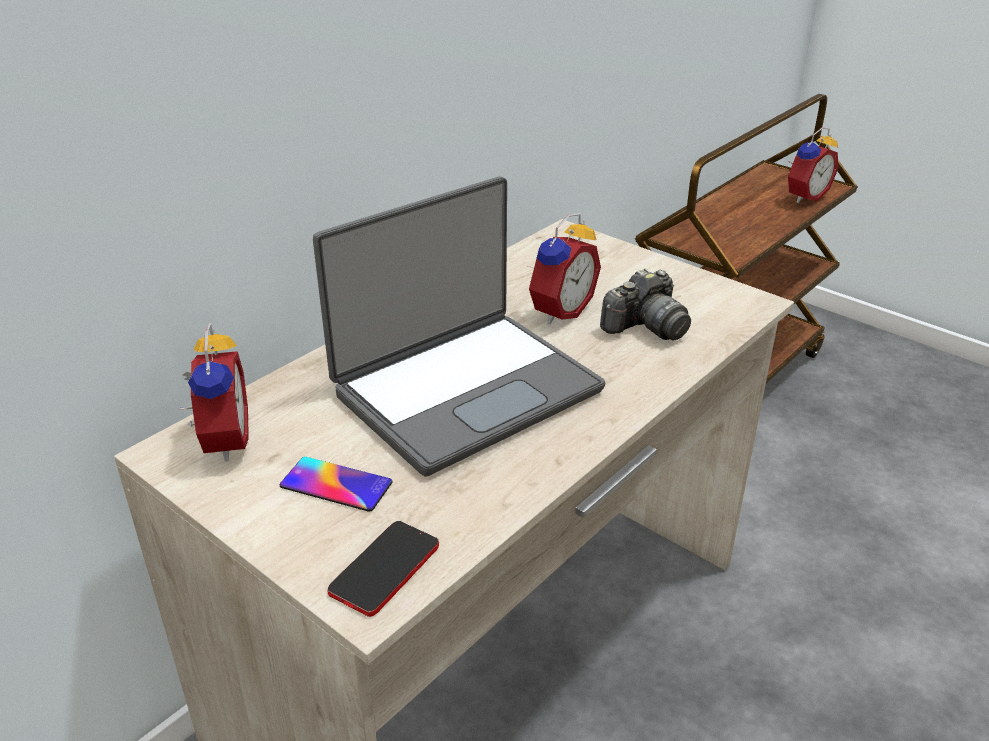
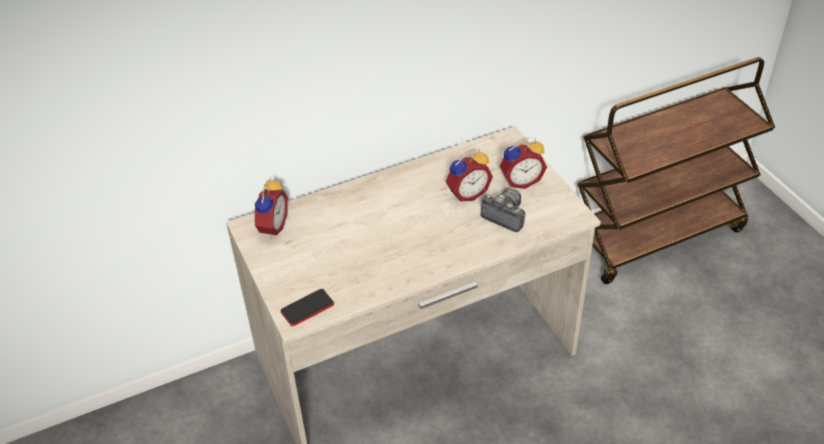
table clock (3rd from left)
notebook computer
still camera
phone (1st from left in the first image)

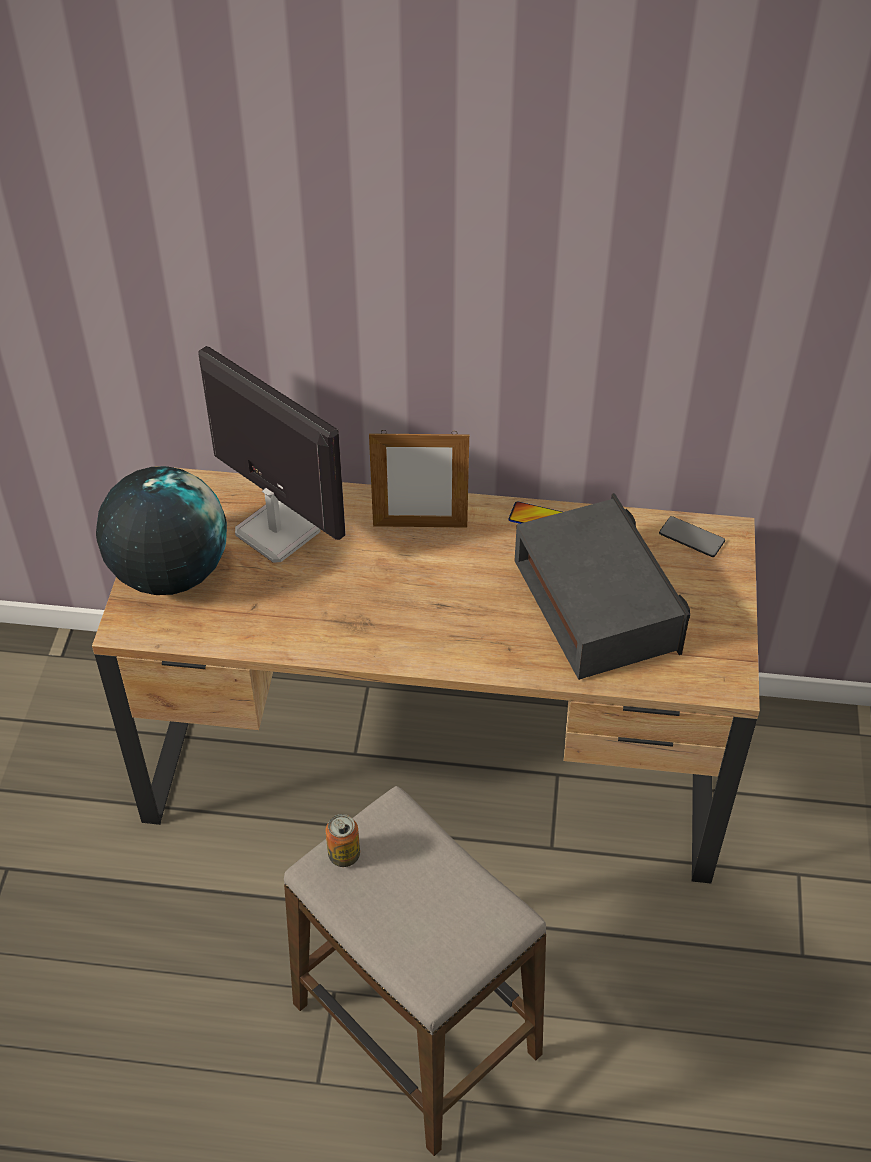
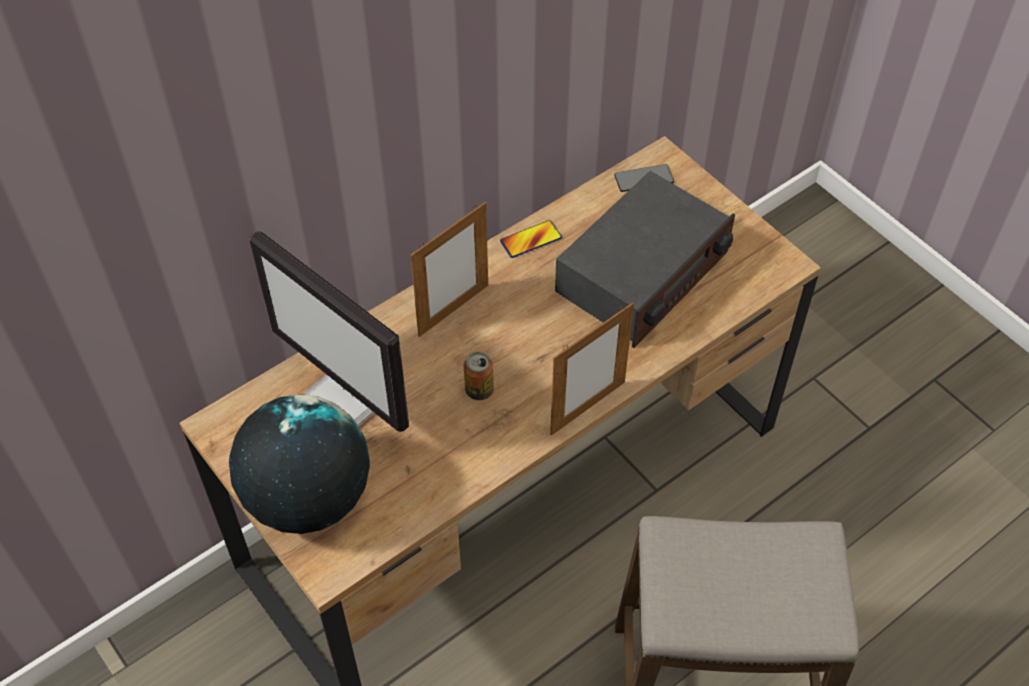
computer screen
radio set
metal can
photo frame (2nd from left)

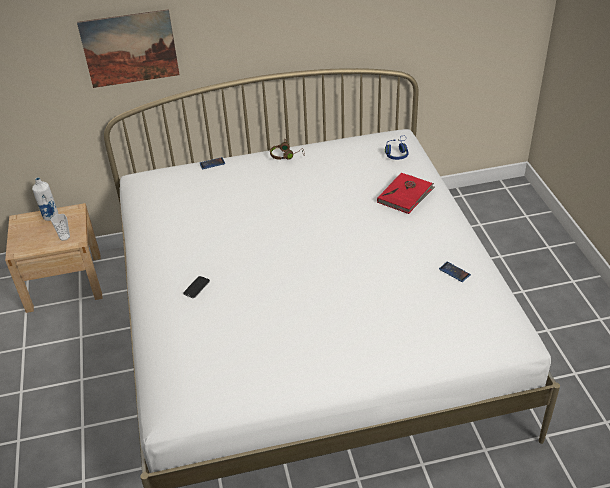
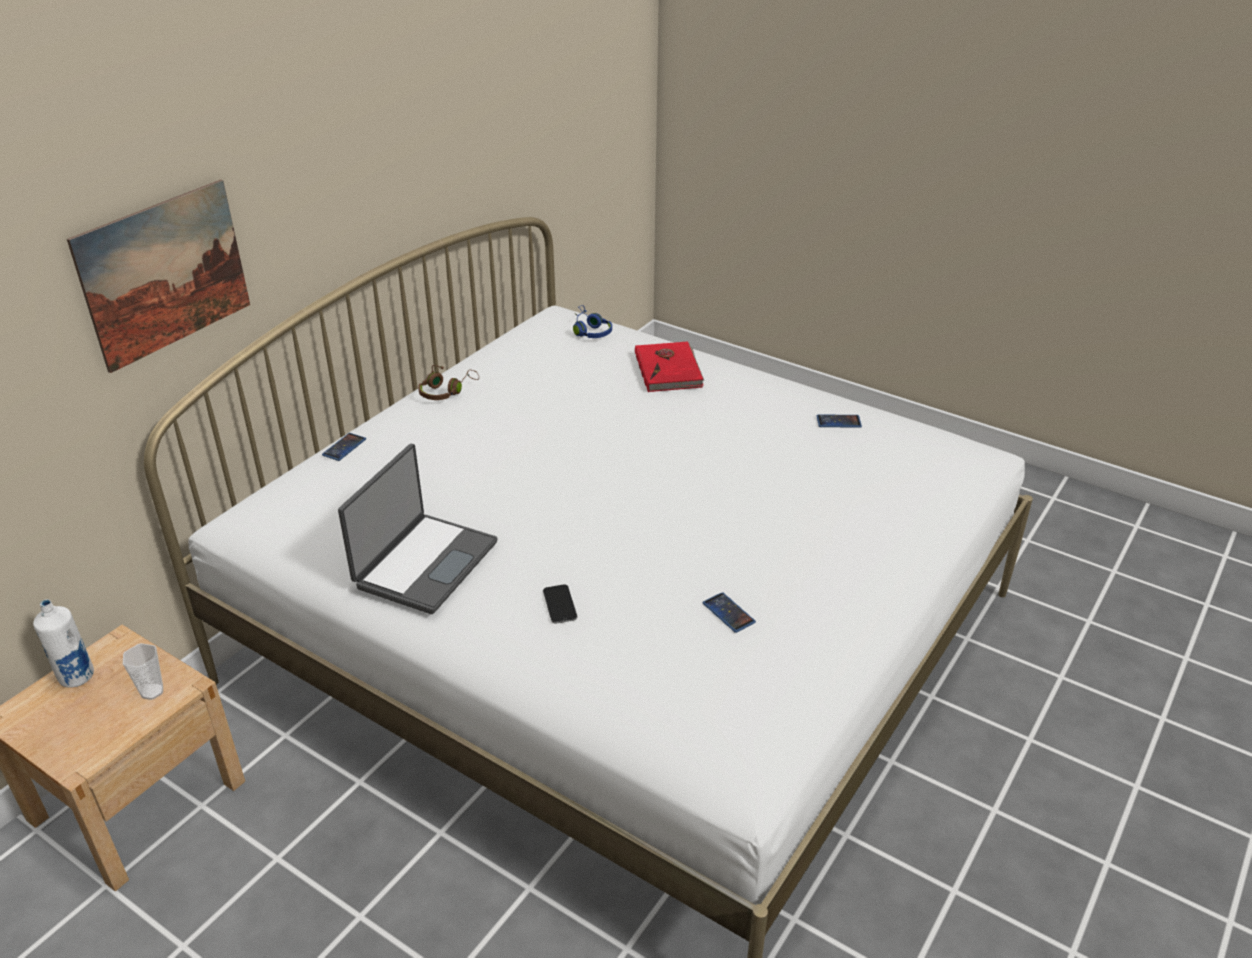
notebook computer
phone (3rd from left)

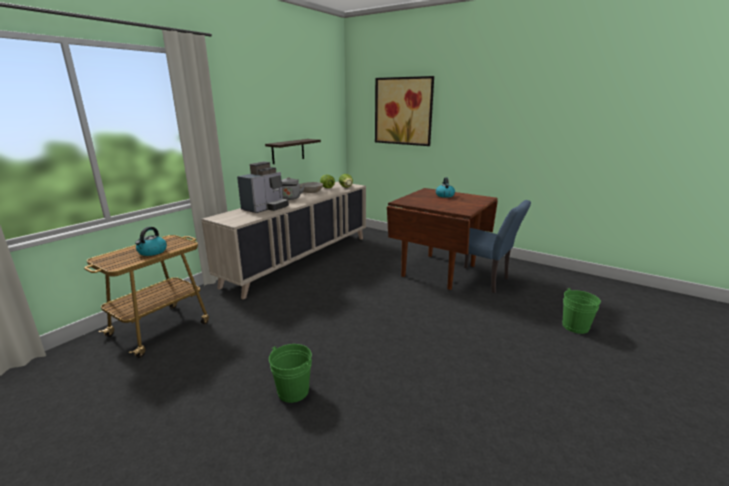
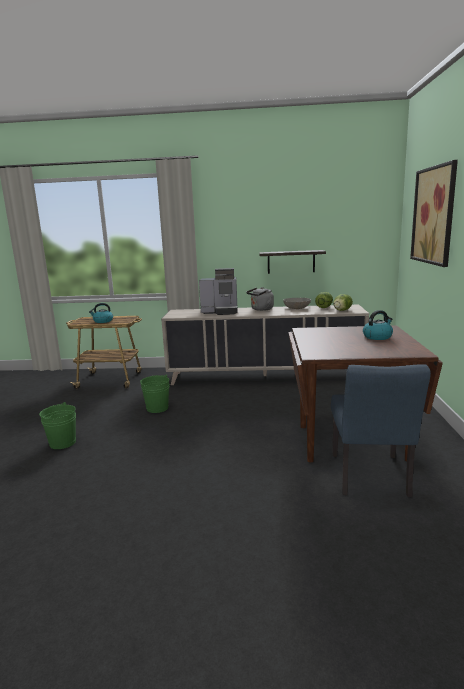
bucket (greenish) (2nd from left)

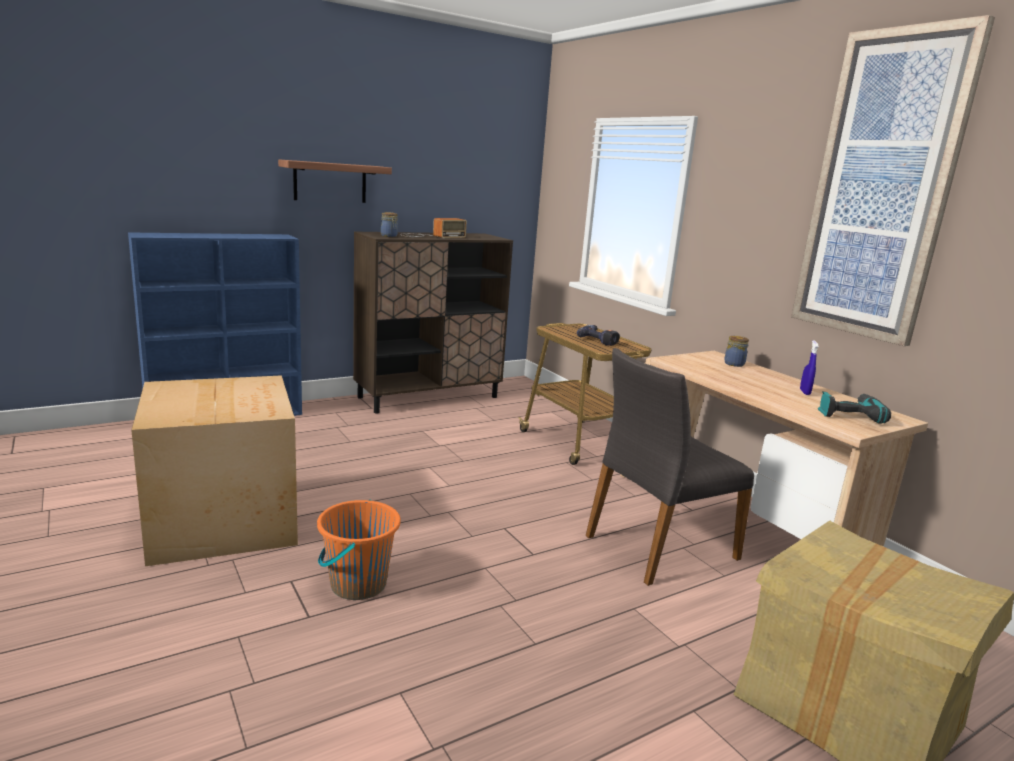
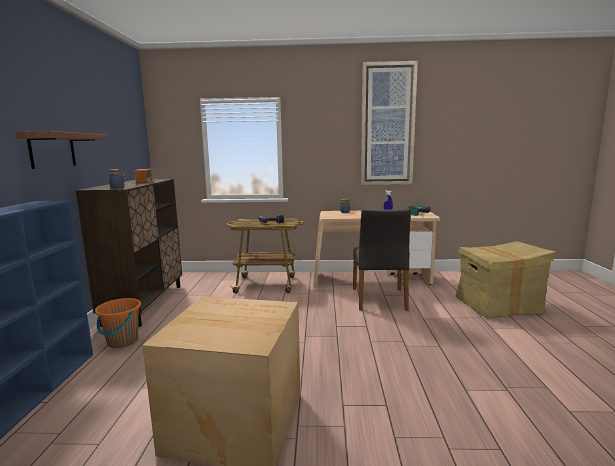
bucket (orange-coloured)

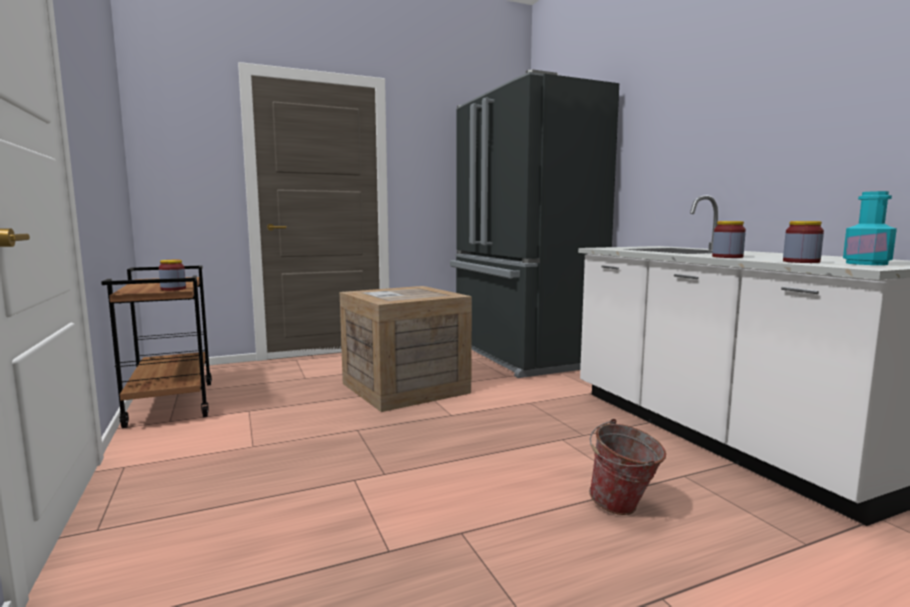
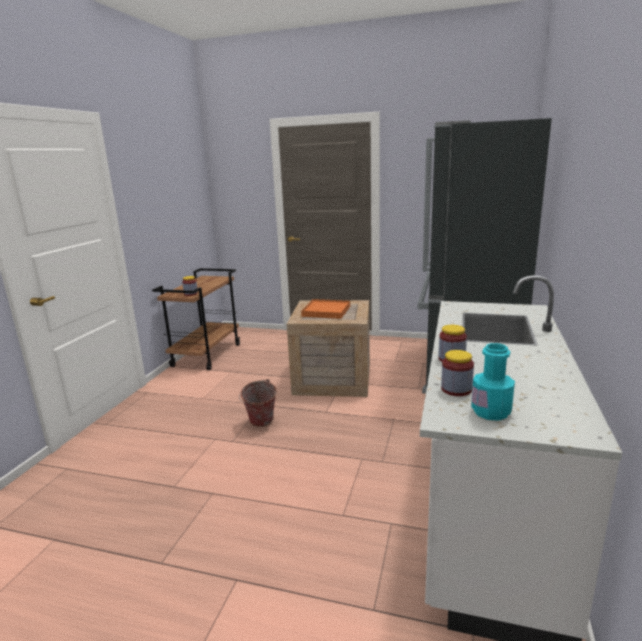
bucket
serving tray (orange-coloured)

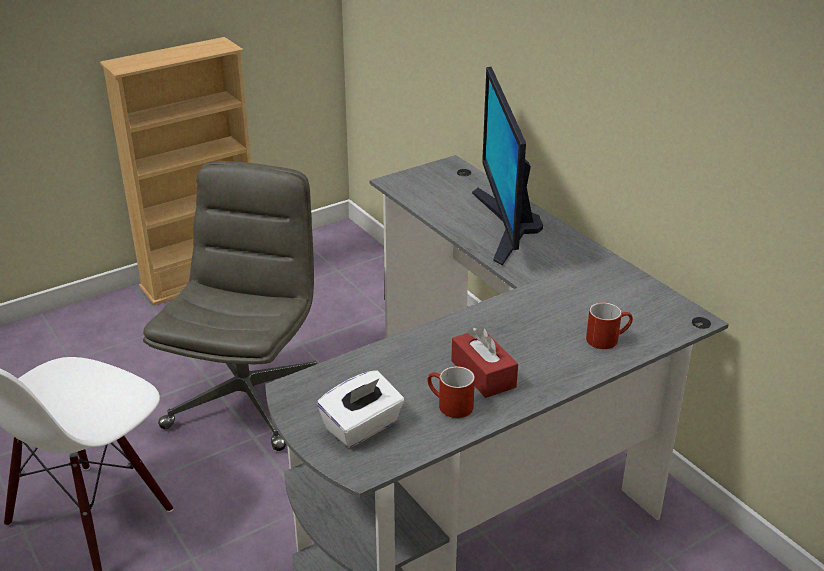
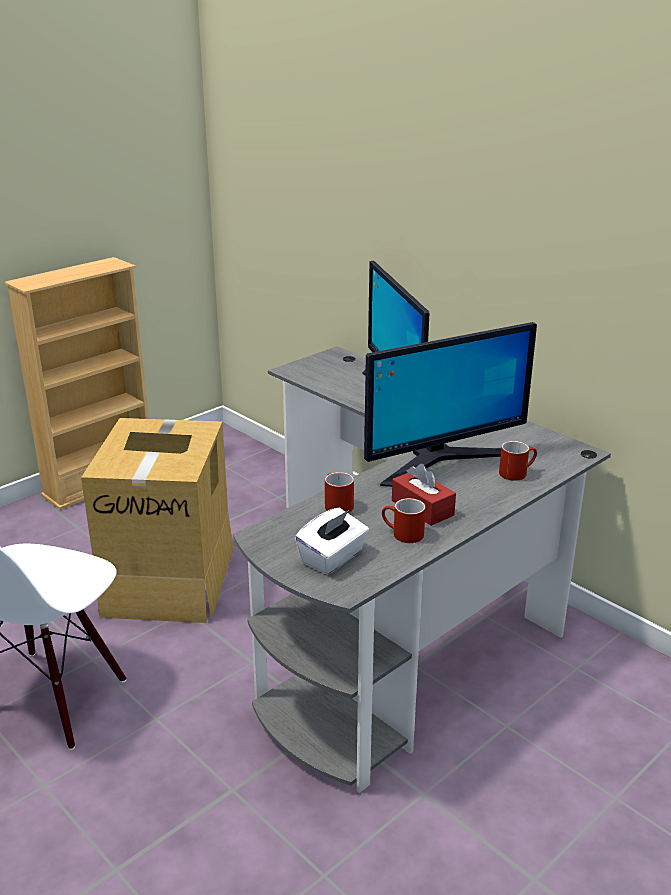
carton
computer screen (2nd from left)
mug (reddish) (1st from left)

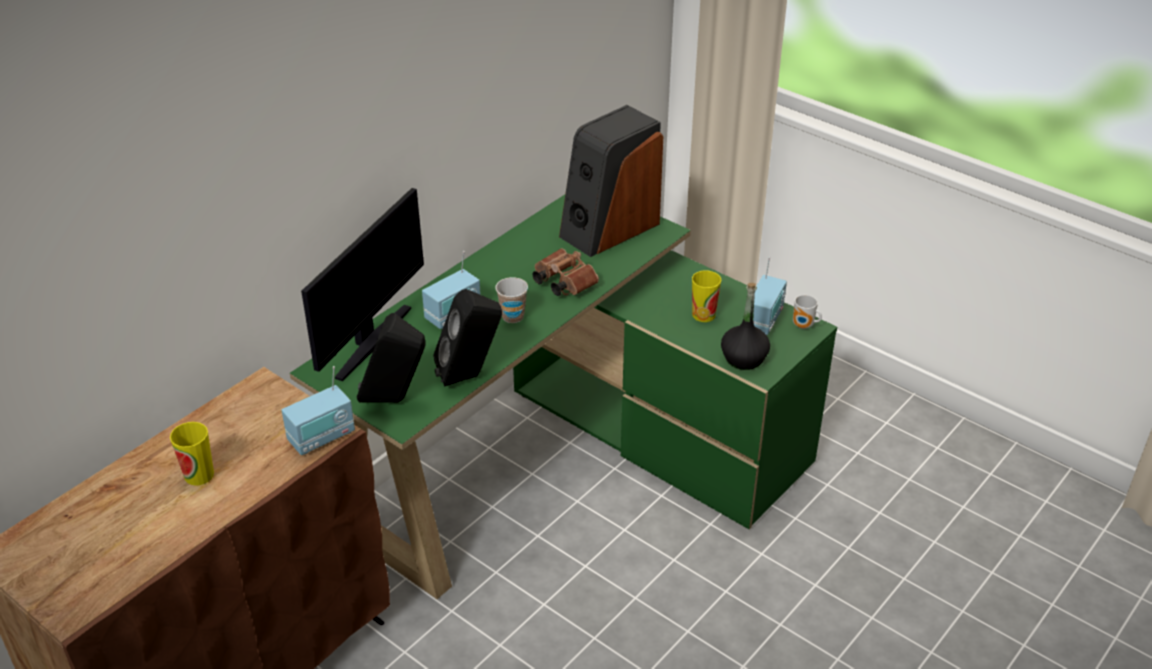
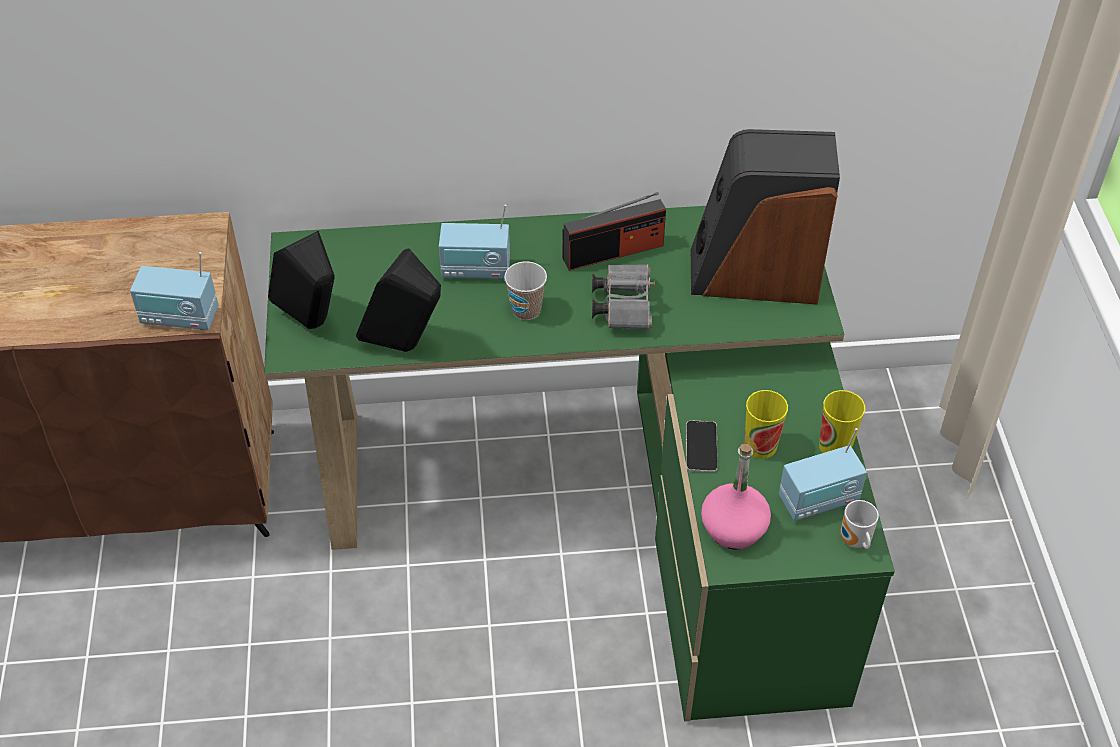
computer screen
field glasses (gray)
bottle (pink)
cup (3rd from left)
radio set (3rd from left)
phone

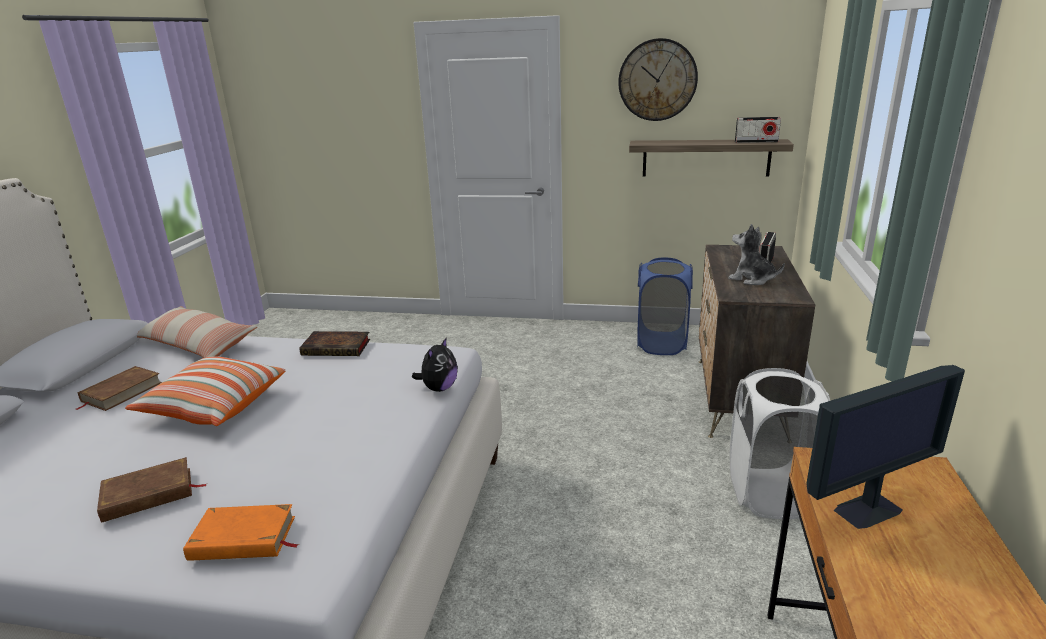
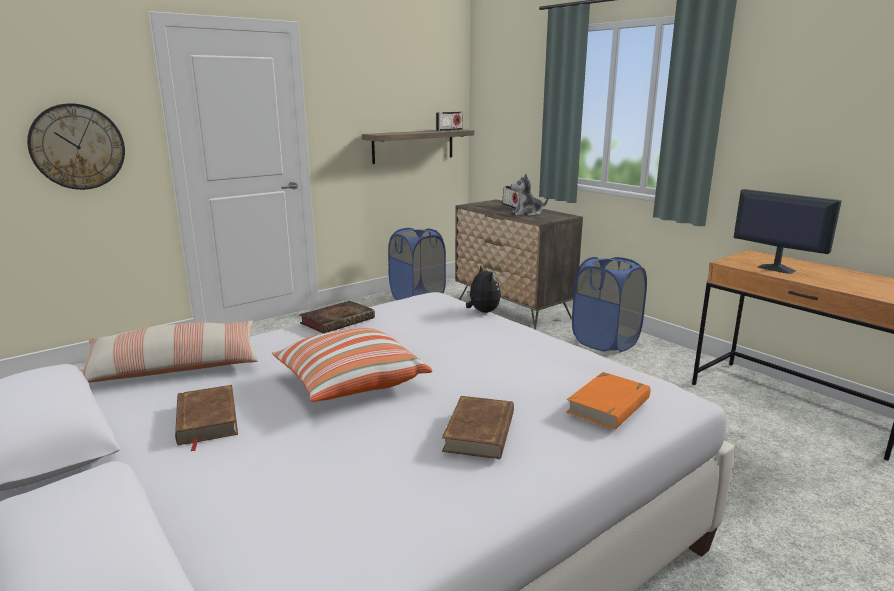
hanging clock
computer screen
washing basket (blue-coloured) (2nd from left)

